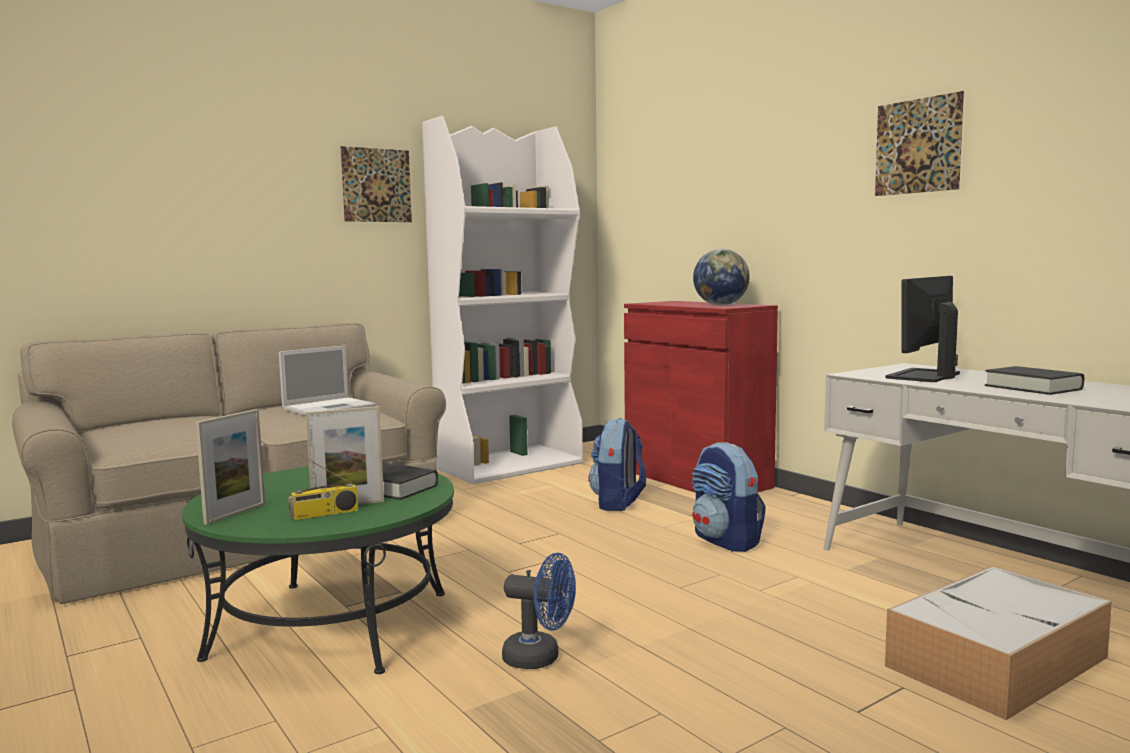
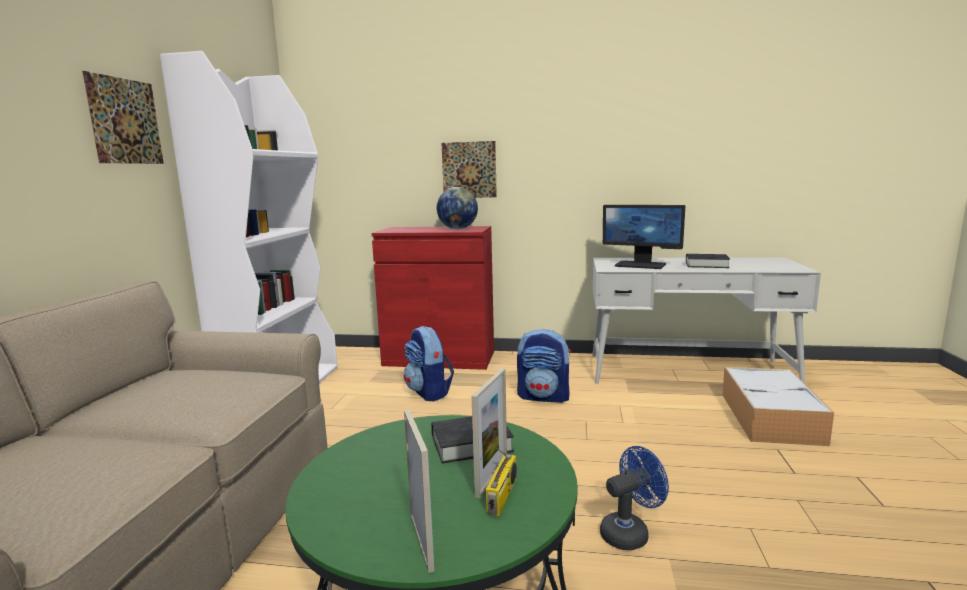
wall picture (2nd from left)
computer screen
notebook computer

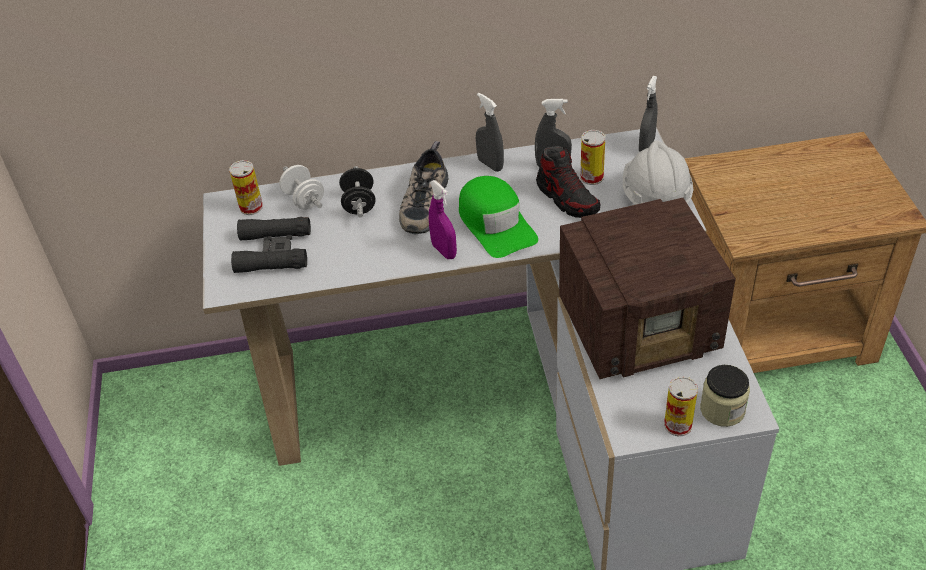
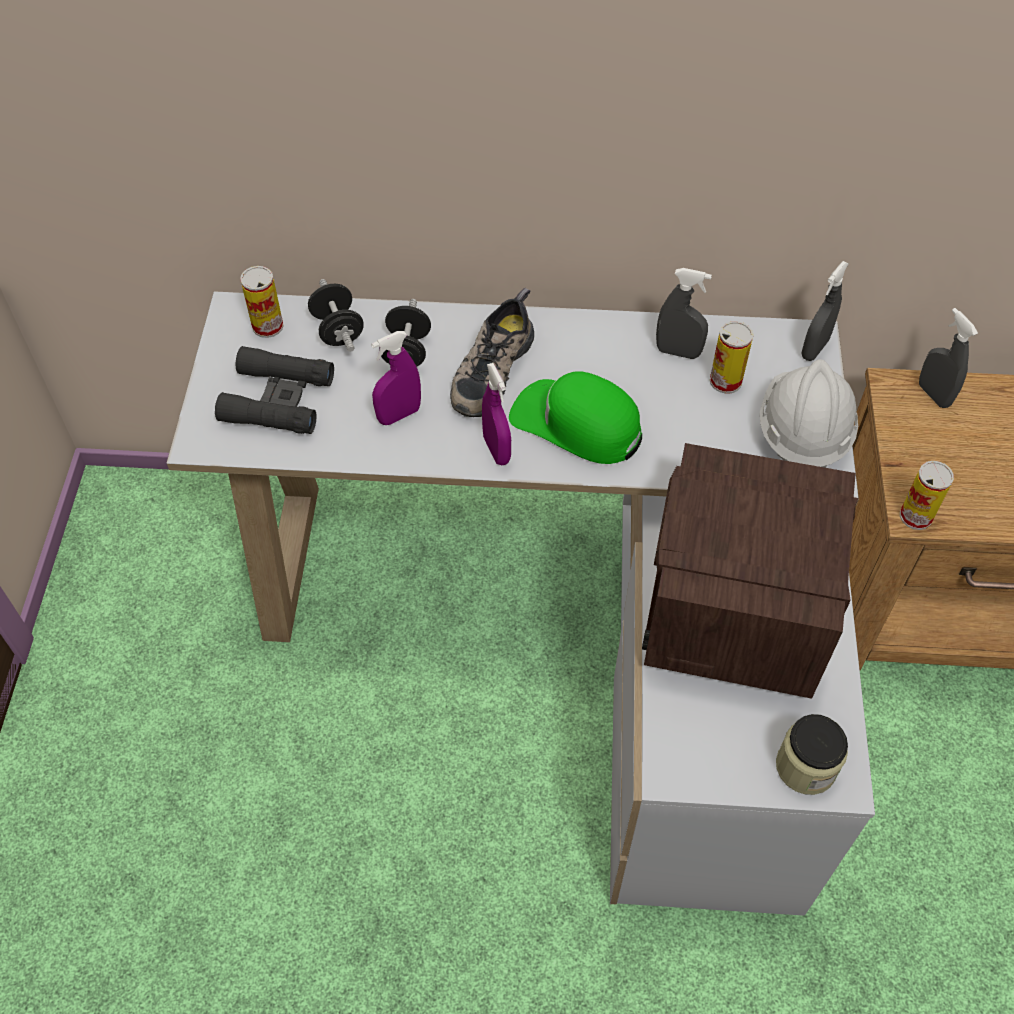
spray bottle (gray) (3rd from left)
item of footwear (2nd from left in the first image)
free weight (blackish) (1st from left)
baseball cap (greenish)
radio set
metal can (3rd from left)
spray bottle (purplish) (1st from left)

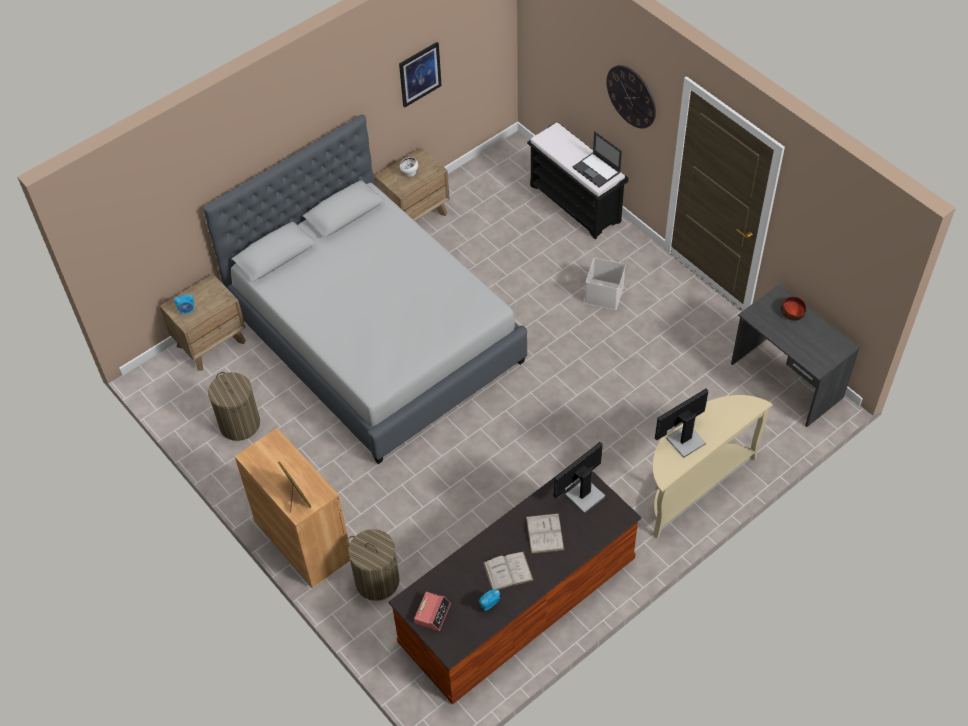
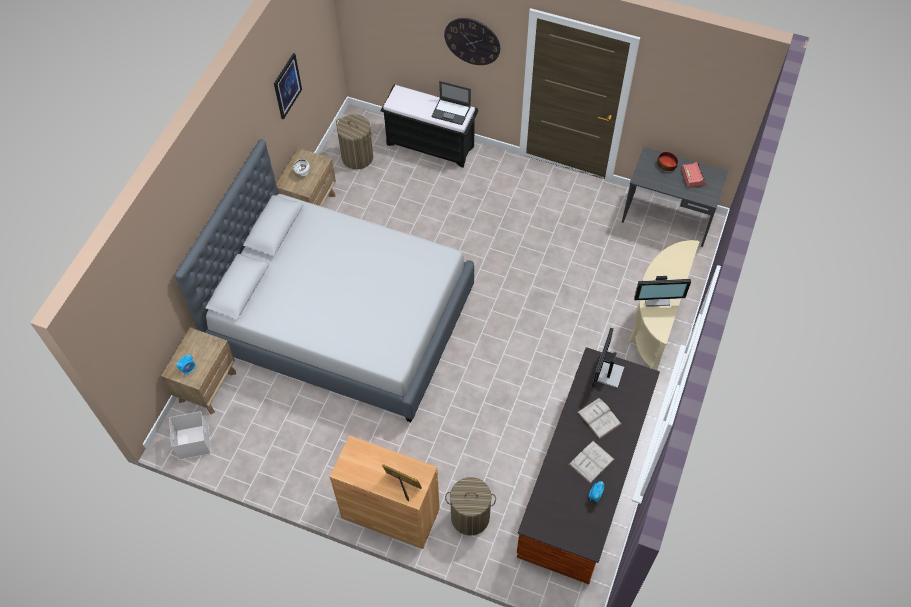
storage bin (white)
washing basket (1st from left)
computer screen (2nd from left)
table clock (3rd from left)

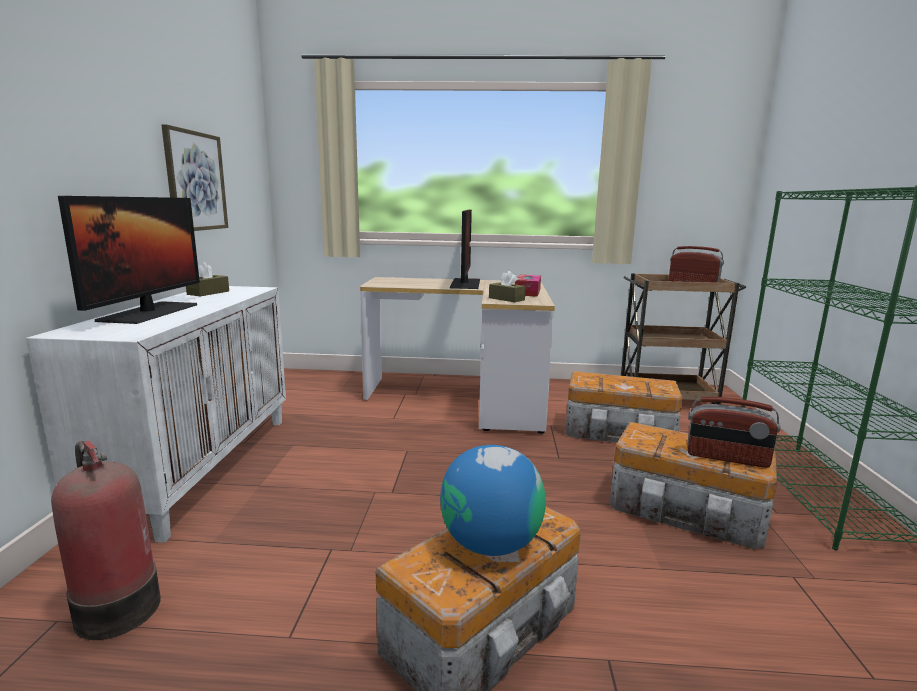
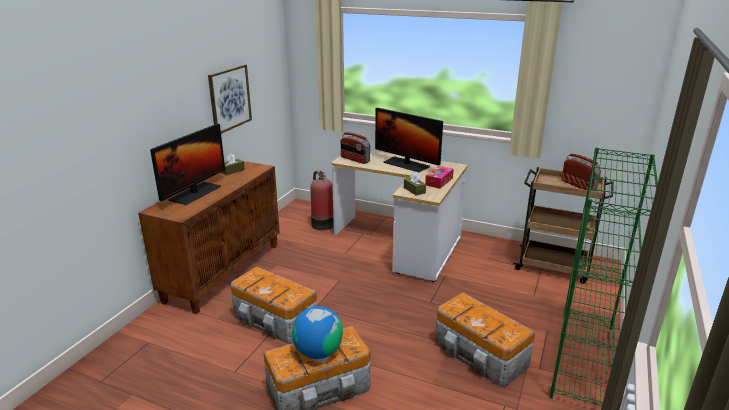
computer screen (2nd from left)
cupboard (brownish)
storage bin (1st from left)
radio set (1st from left)
fire-fighting cylinder

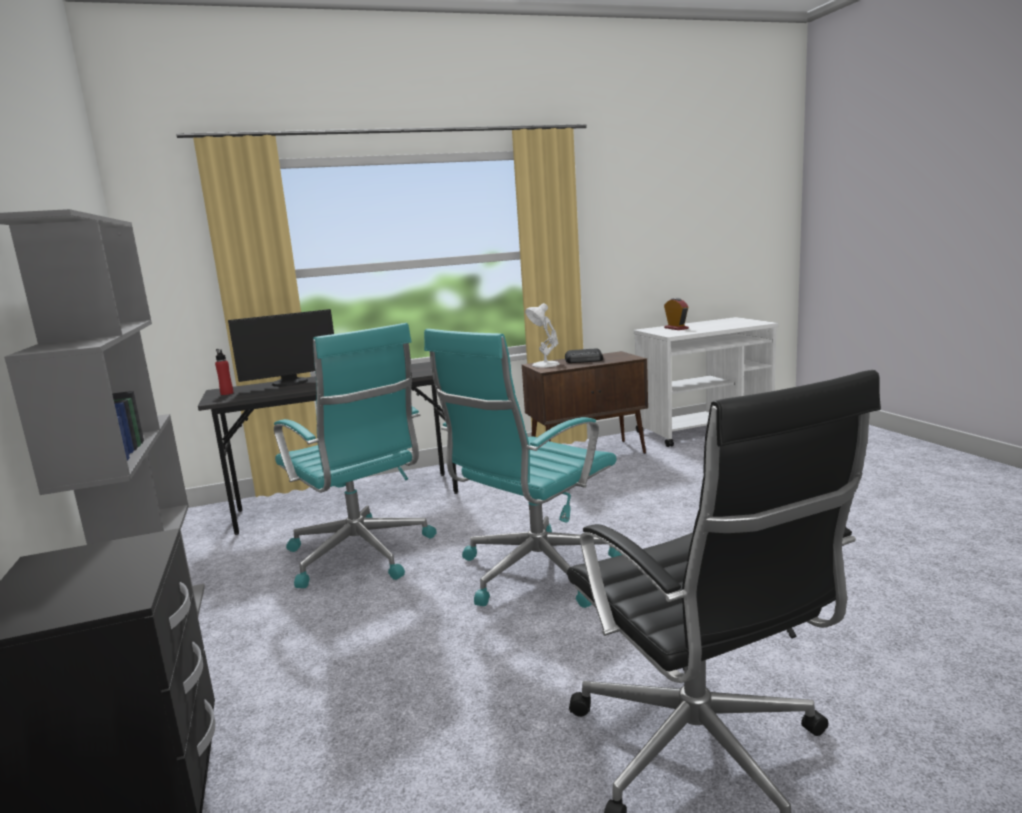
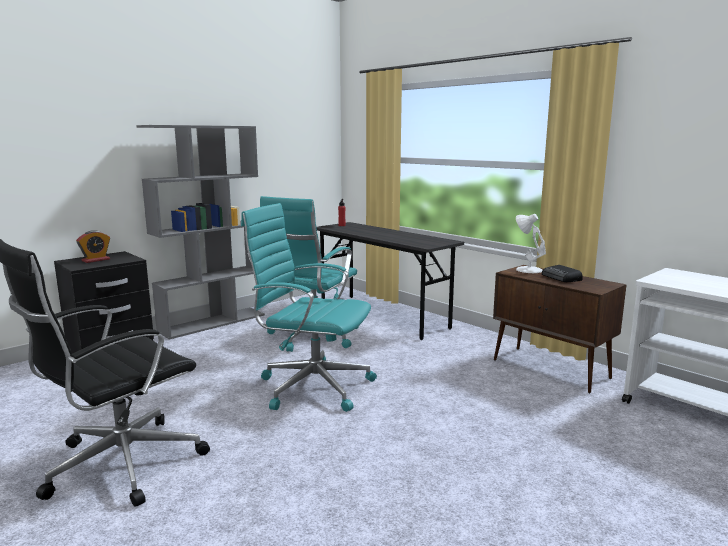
table clock
computer screen

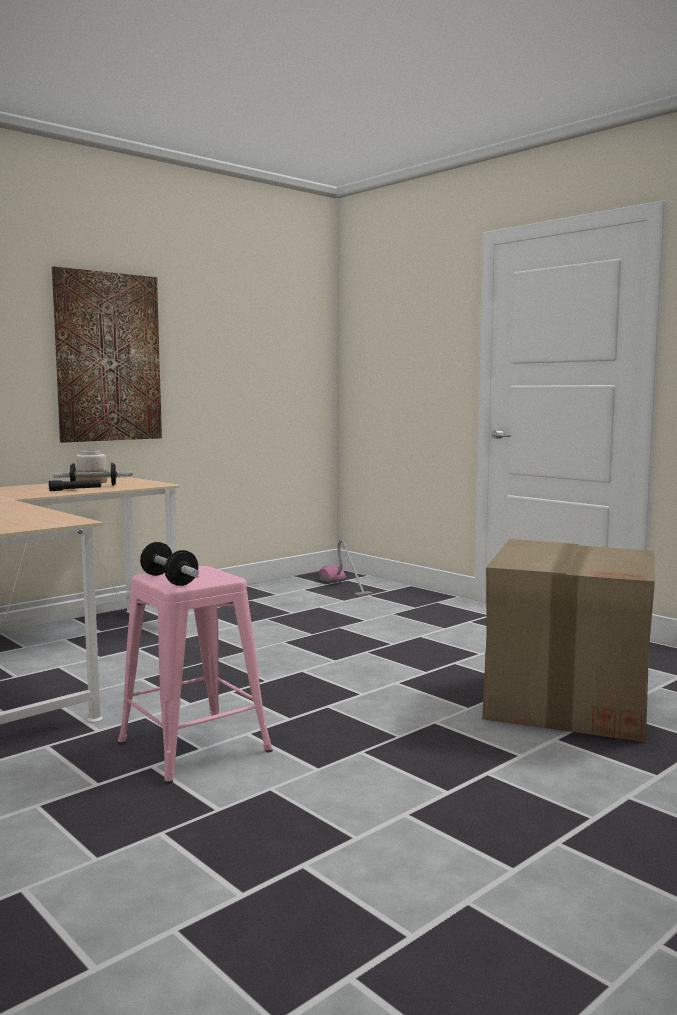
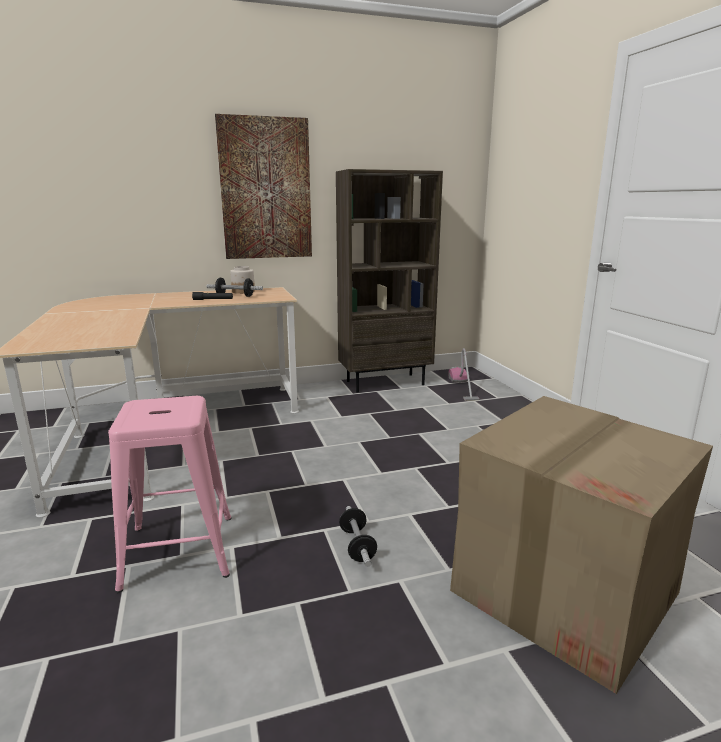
free weight (2nd from left)
bookcase (brownish)

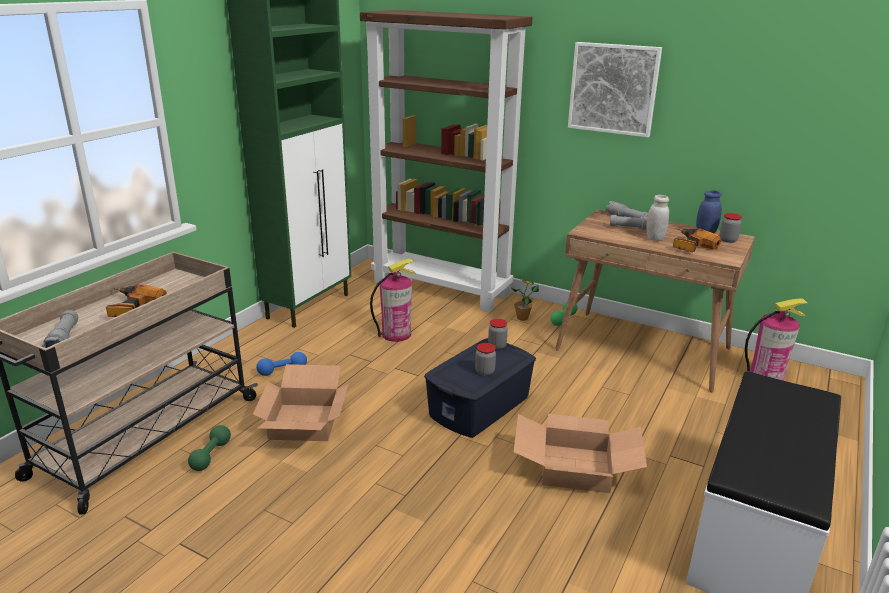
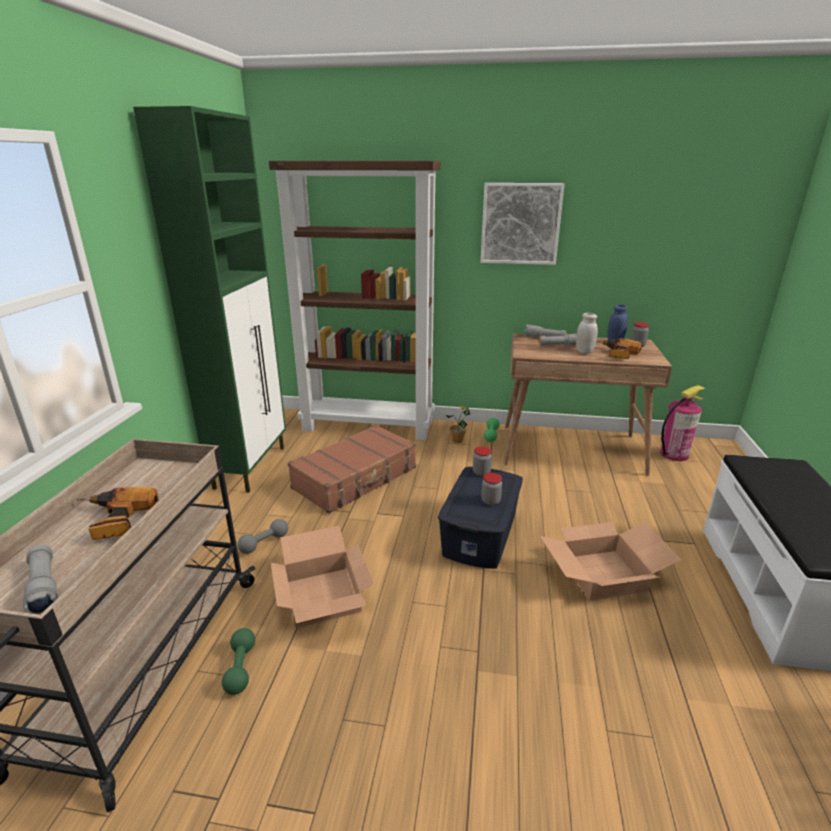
piece of luggage (brownish)
free weight (gray)

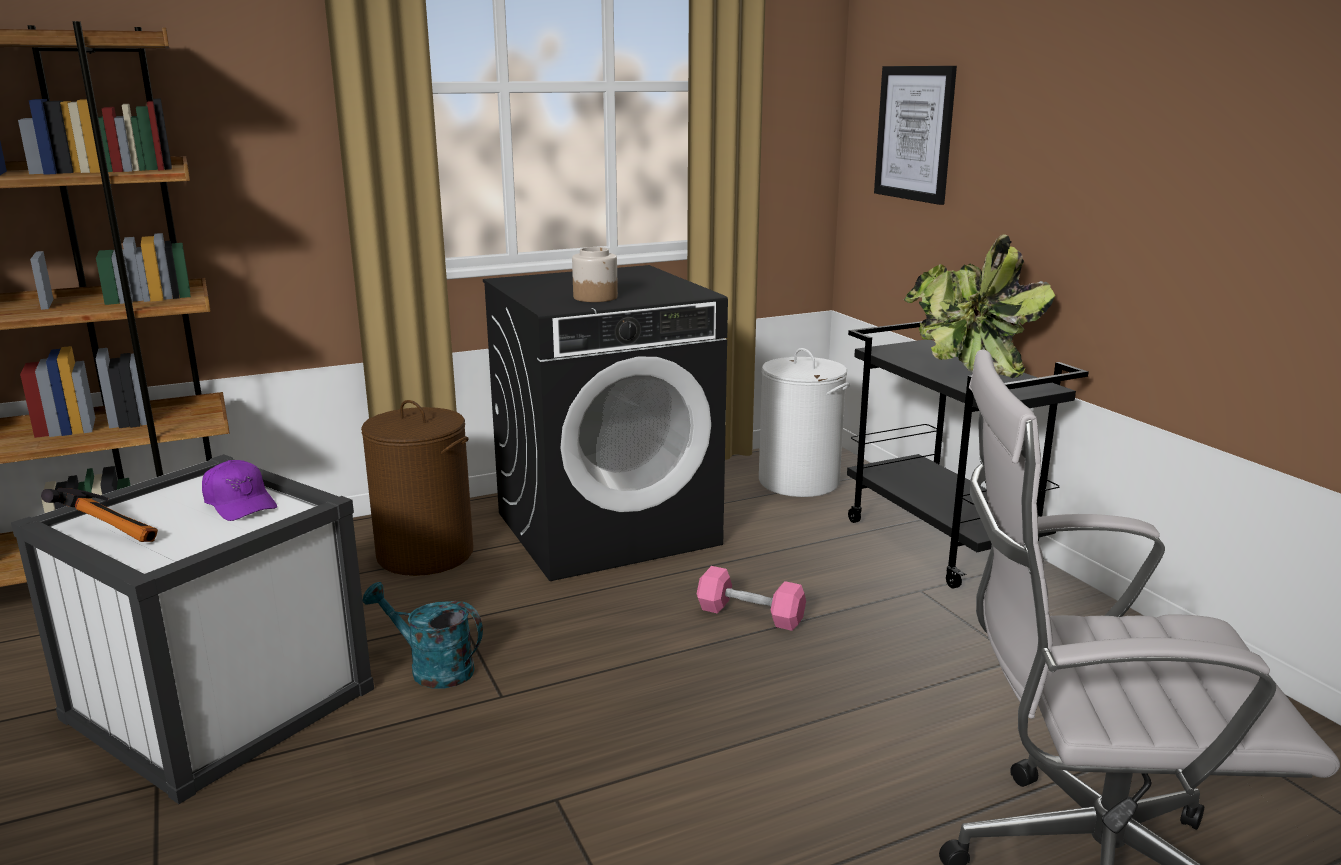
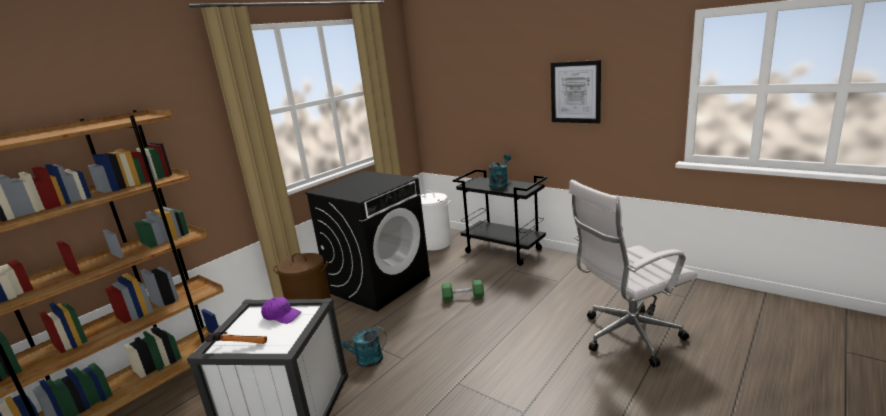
wall picture
watering can (turquoise) (2nd from left)
jar
free weight (greenish)

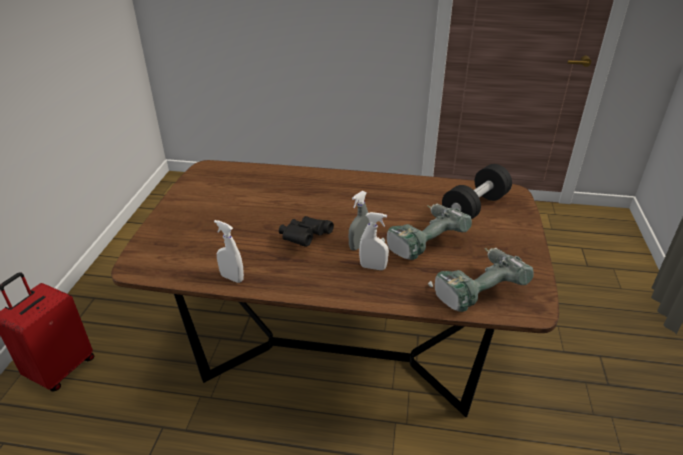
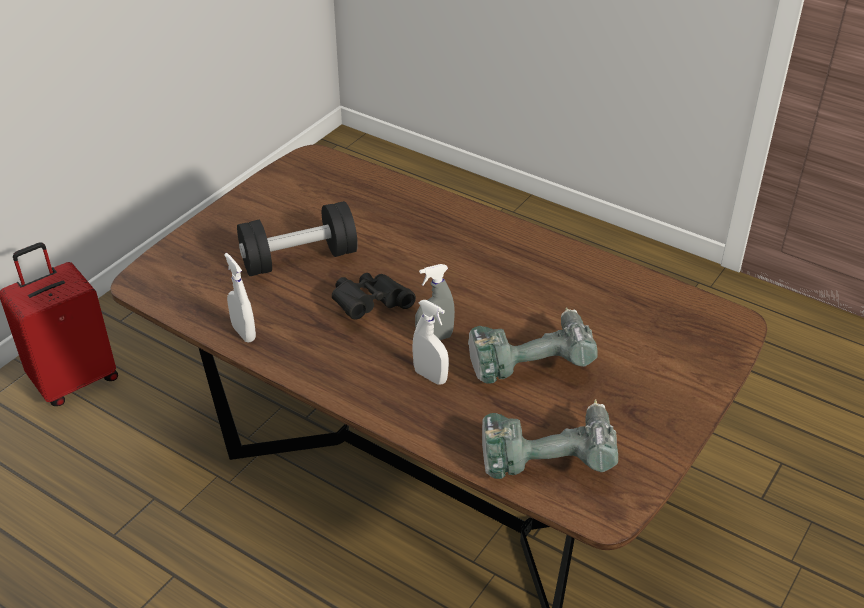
free weight (blackish)

